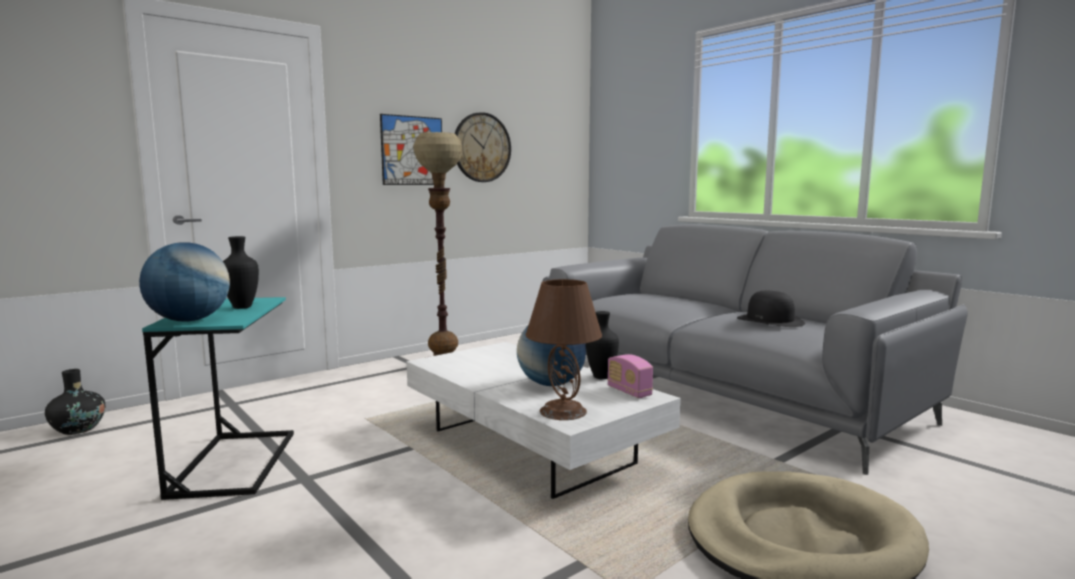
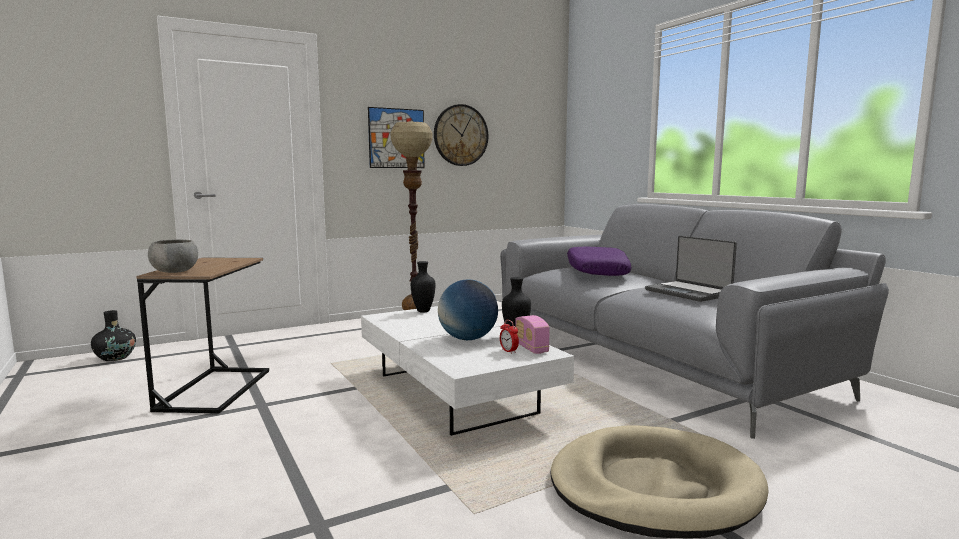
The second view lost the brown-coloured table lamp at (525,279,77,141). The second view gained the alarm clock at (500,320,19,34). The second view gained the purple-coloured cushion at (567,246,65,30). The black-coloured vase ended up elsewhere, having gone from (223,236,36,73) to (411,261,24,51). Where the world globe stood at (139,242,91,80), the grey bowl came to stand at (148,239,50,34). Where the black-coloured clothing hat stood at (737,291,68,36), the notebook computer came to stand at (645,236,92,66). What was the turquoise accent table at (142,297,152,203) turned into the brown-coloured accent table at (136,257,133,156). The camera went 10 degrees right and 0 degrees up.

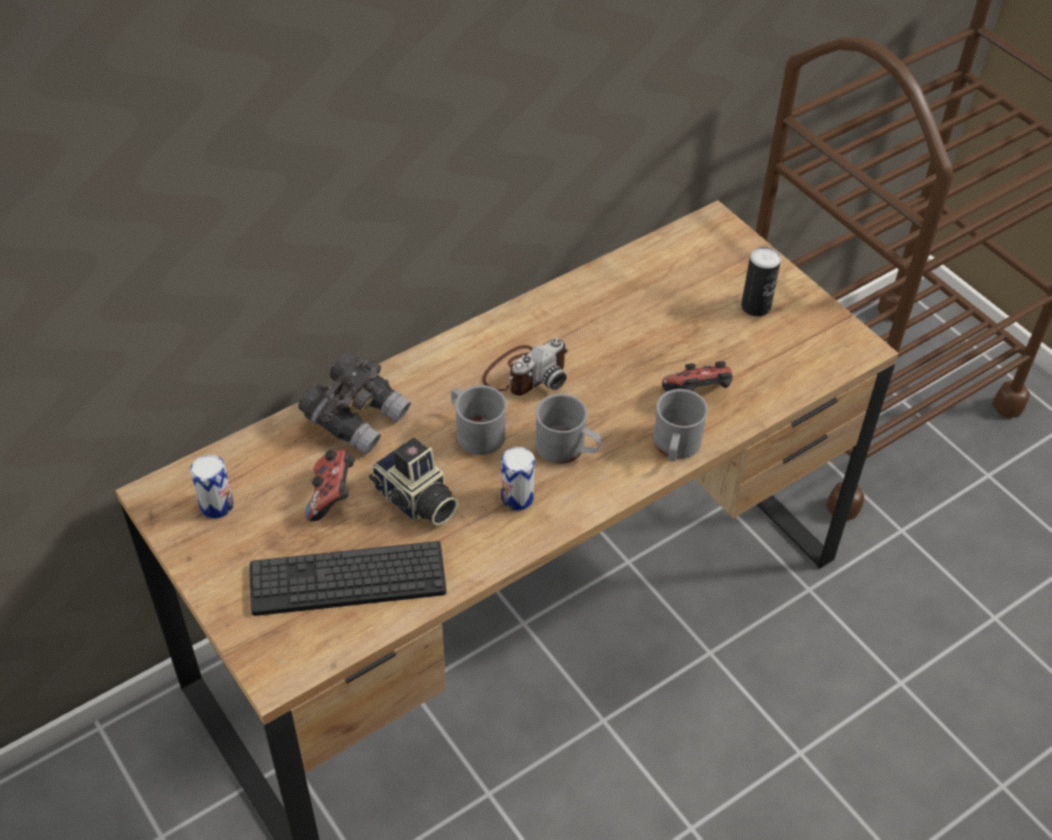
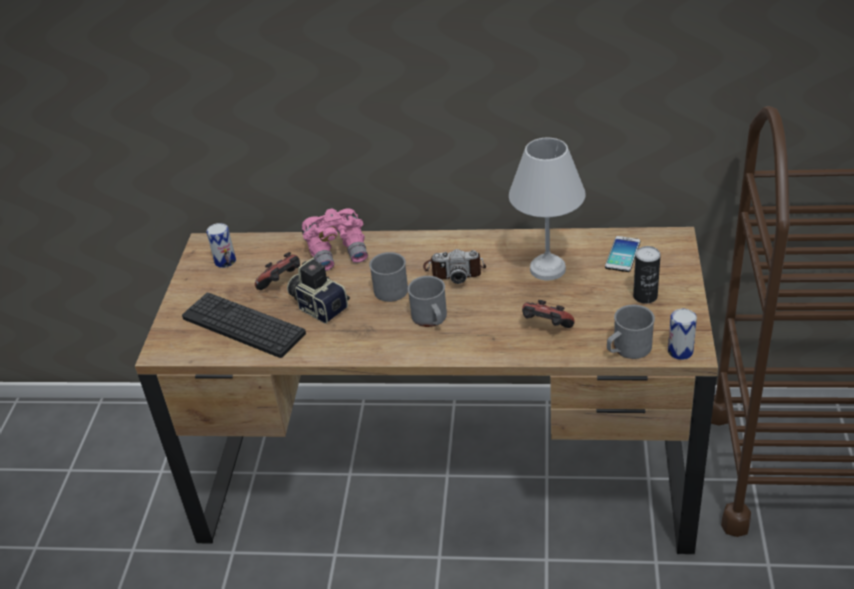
The second view gained the white table lamp at (509,137,77,143). The second view gained the handset at (605,236,35,36). The can ended up elsewhere, having gone from (501,447,34,64) to (668,309,29,51). The grey tea mug ended up elsewhere, having gone from (653,389,55,72) to (607,305,48,54). What was the grey pair of binoculars at (298,352,113,103) turned into the pink-coloured pair of binoculars at (302,208,66,63). The photo camera at (369,438,90,88) ended up facing another way, 135 degrees clockwise from before. The camera went 45 degrees right and 10 degrees down.

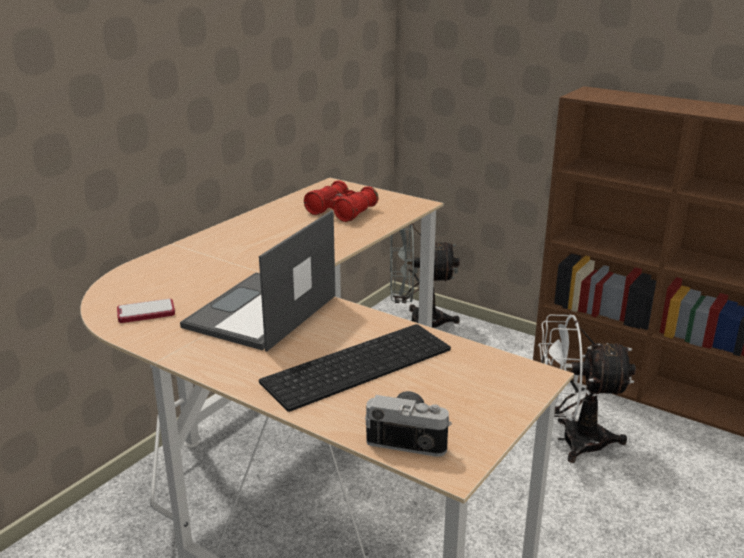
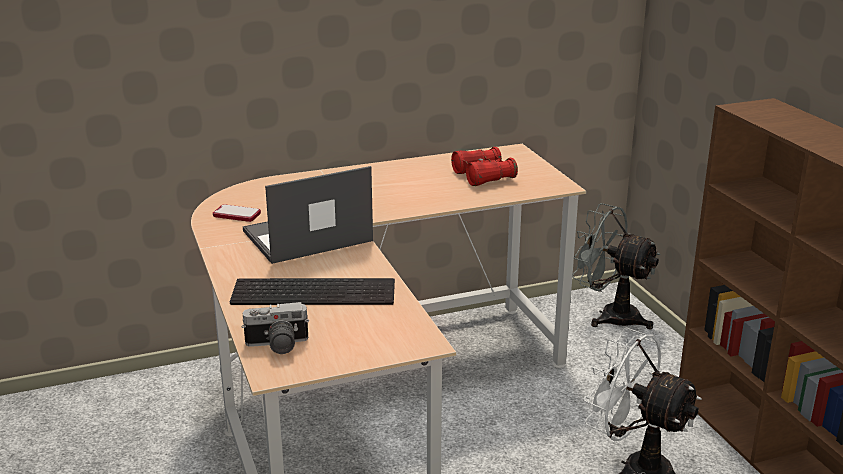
The photo camera at (365,391,87,66) ended up facing another way, 120 degrees clockwise from before. The camera went 35 degrees right and 0 degrees up.

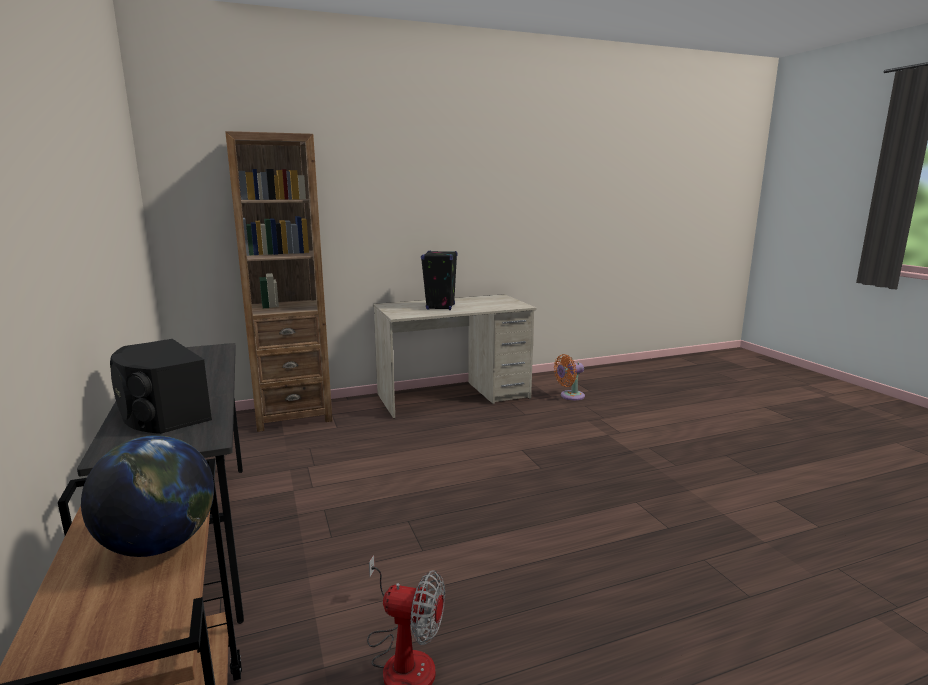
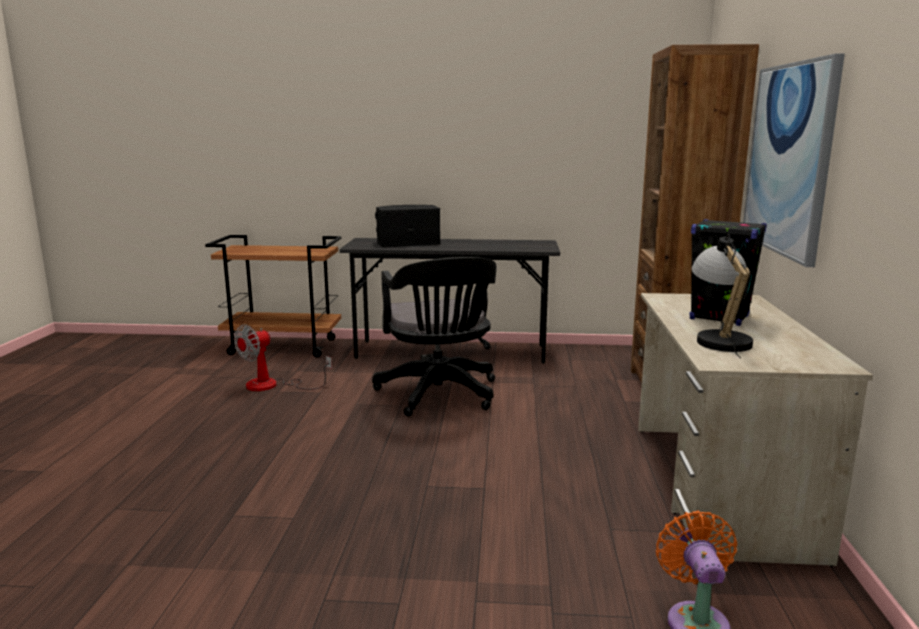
The second view lost the world globe at (81,435,133,122). The second view gained the black-coloured computer chair at (372,257,125,159). The second view gained the table lamp at (692,234,61,125). The second view gained the wall picture at (743,53,102,214). The camera went 115 degrees right and 0 degrees up.

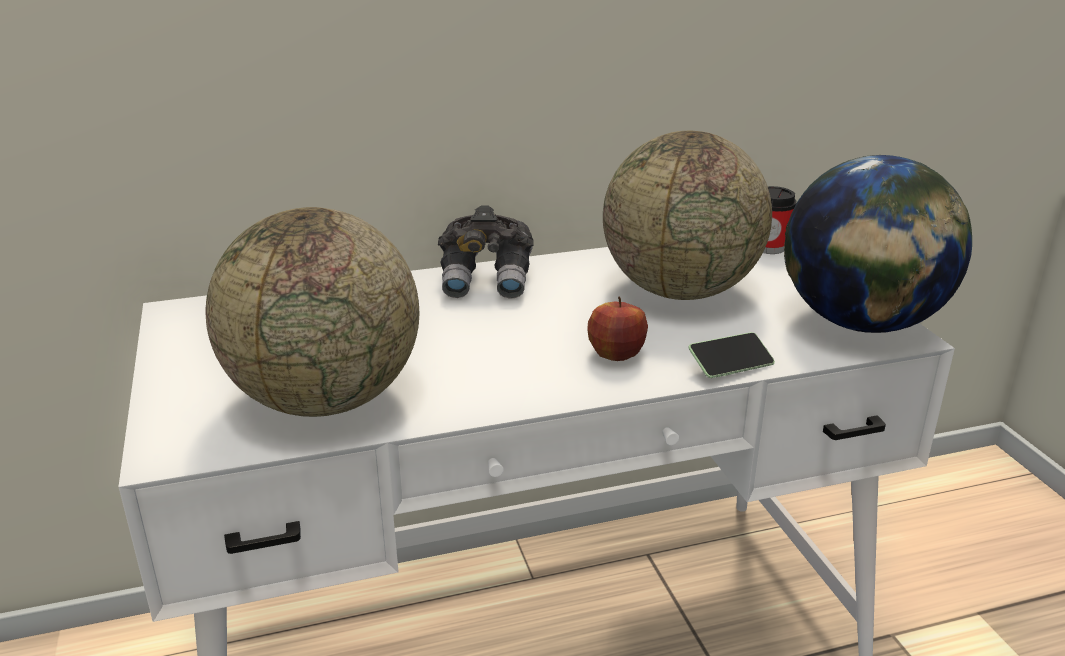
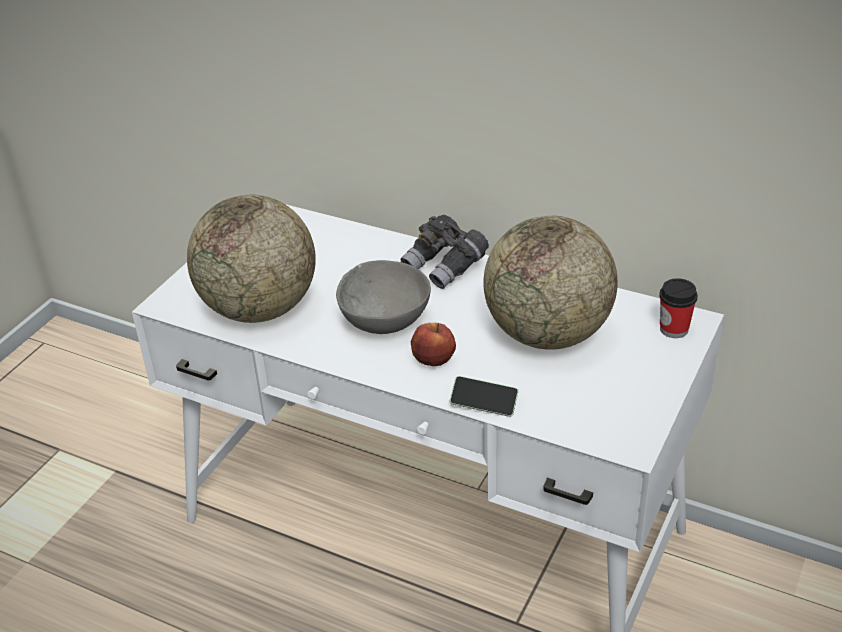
The second view lost the world globe at (784,155,188,178). The second view gained the grey bowl at (336,260,95,74). The camera went 45 degrees right and 10 degrees up.

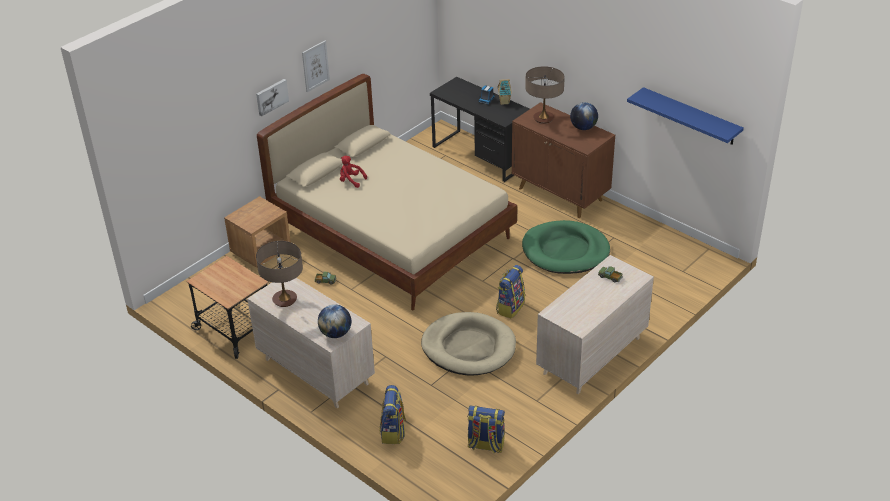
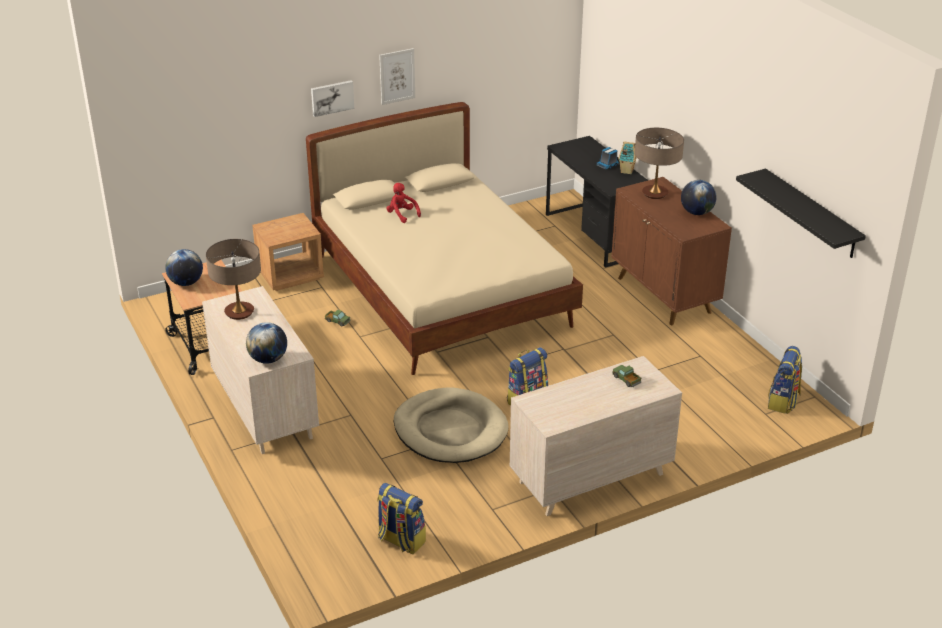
The second view lost the greenish dog bed at (522,220,88,54). The second view gained the world globe at (165,249,38,37). The rucksack ended up elsewhere, having gone from (380,385,27,59) to (768,346,34,68). What was the blue-coloured shelf at (627,87,117,58) turned into the black-coloured shelf at (736,169,130,89). The camera went 20 degrees right and 5 degrees down.

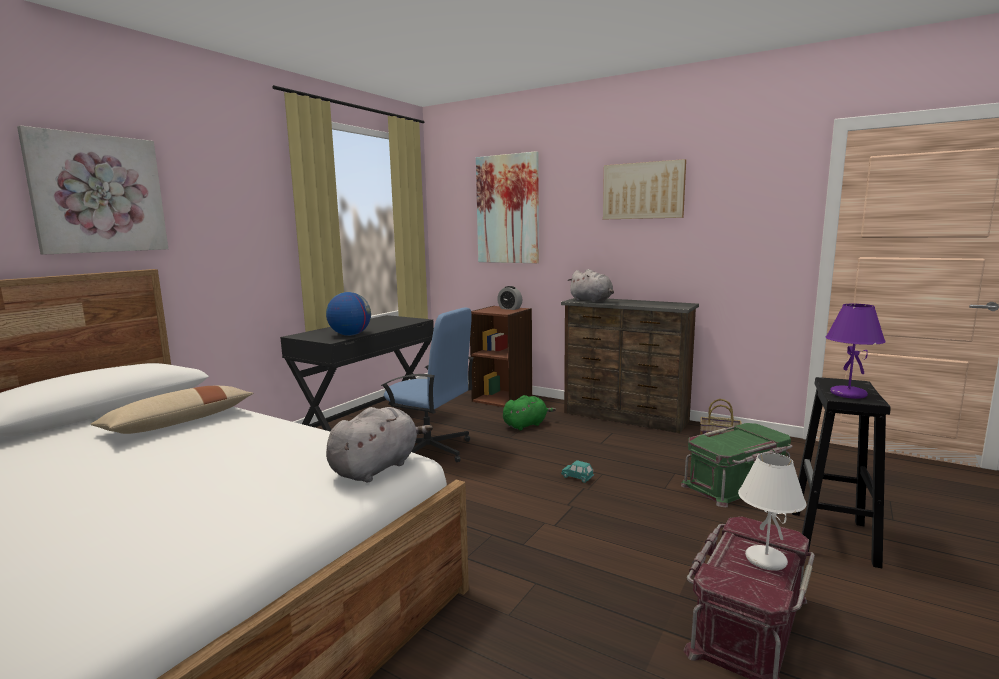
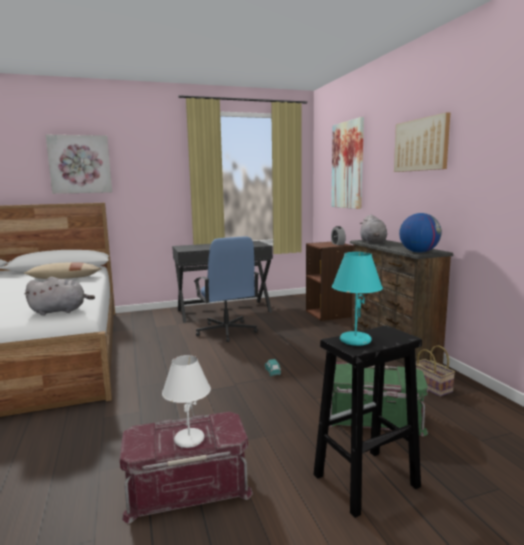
The second view lost the greenish soft toy at (503,395,53,35). The world globe ended up elsewhere, having gone from (326,292,45,44) to (399,213,42,40). What was the purple-coloured table lamp at (826,304,60,95) turned into the turquoise table lamp at (332,252,51,94). The camera went 40 degrees right and 0 degrees up.

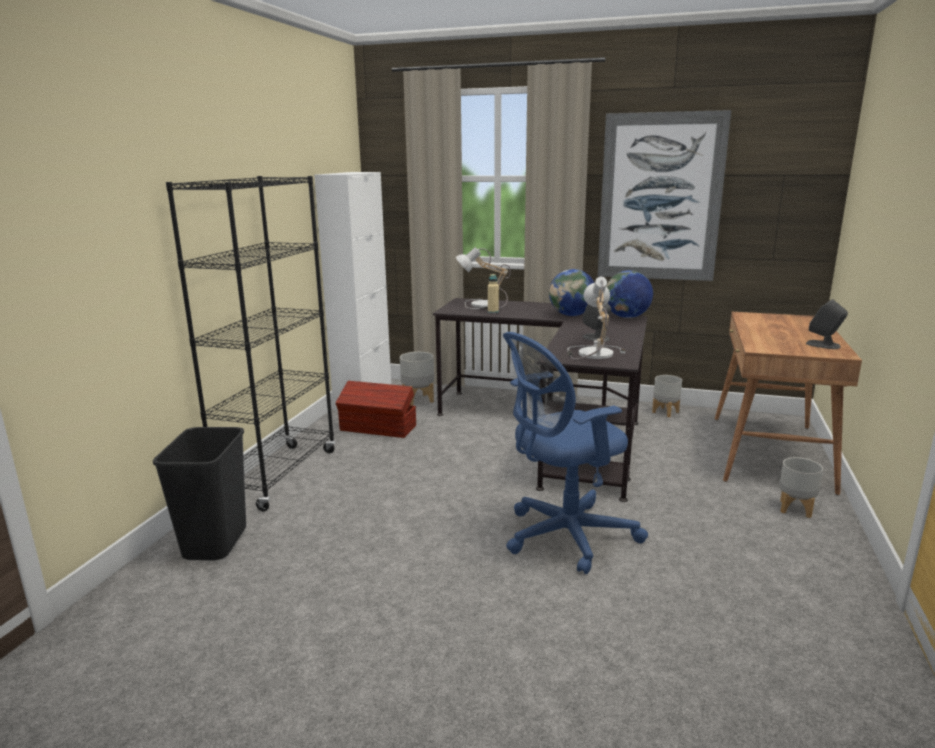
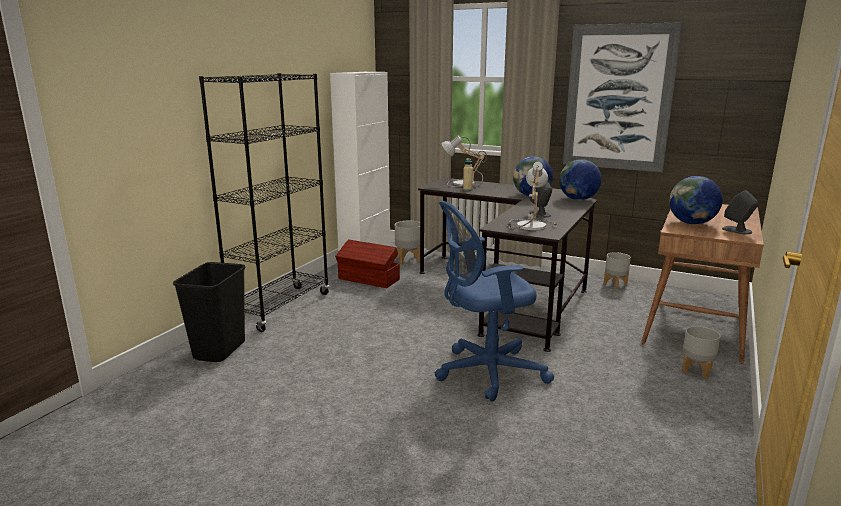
The second view gained the world globe at (669,176,54,48). The camera went 10 degrees right and 0 degrees up.

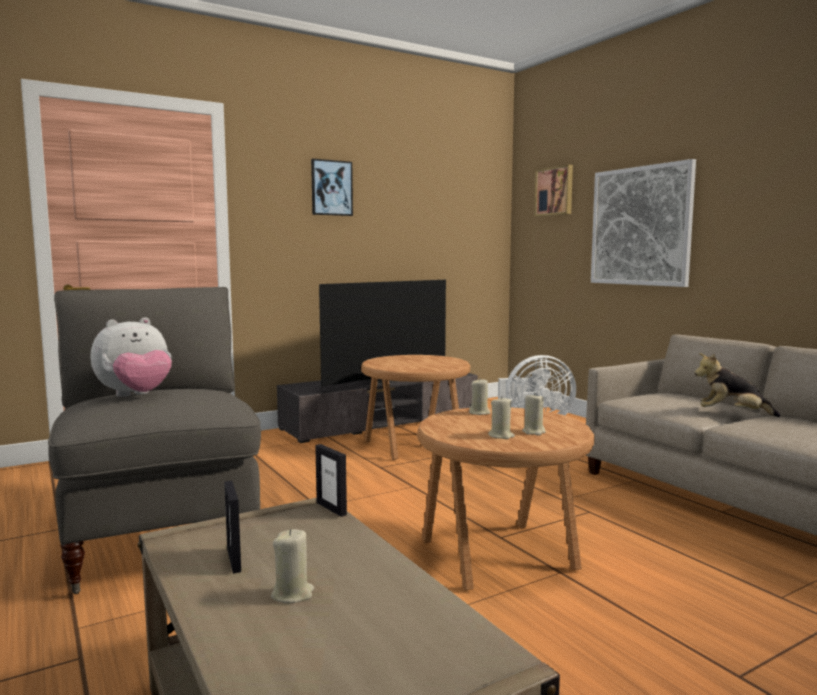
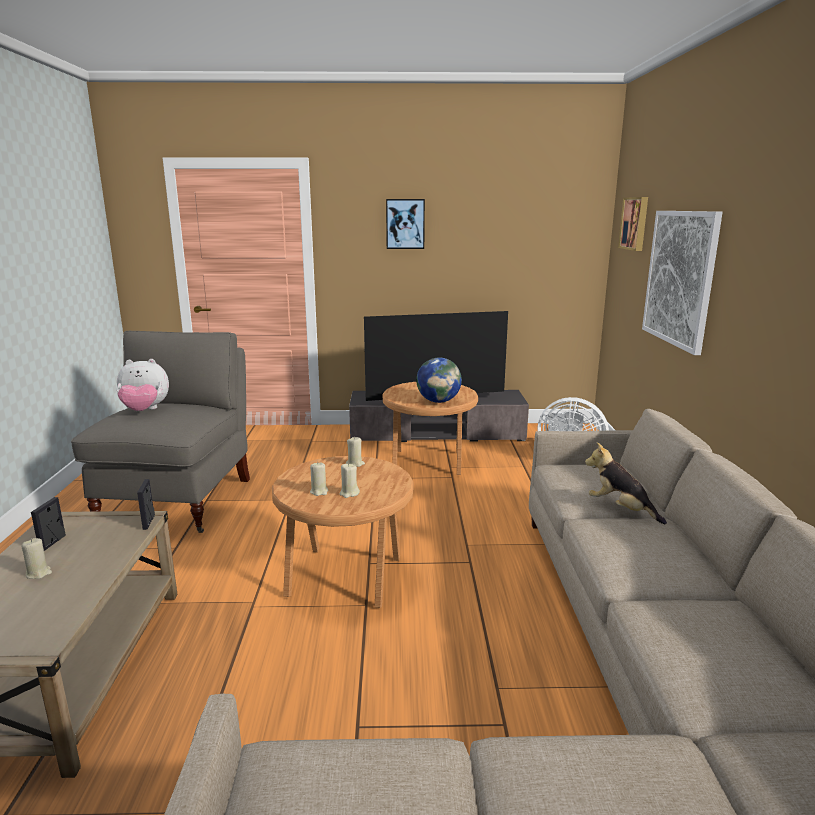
The second view gained the world globe at (416,357,46,46). The camera went 30 degrees right and 10 degrees up.

